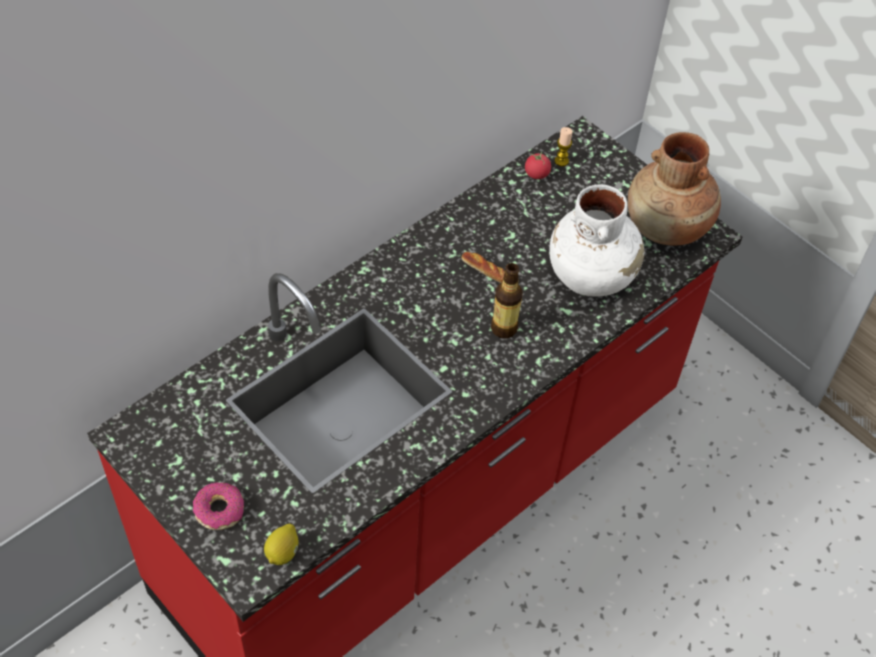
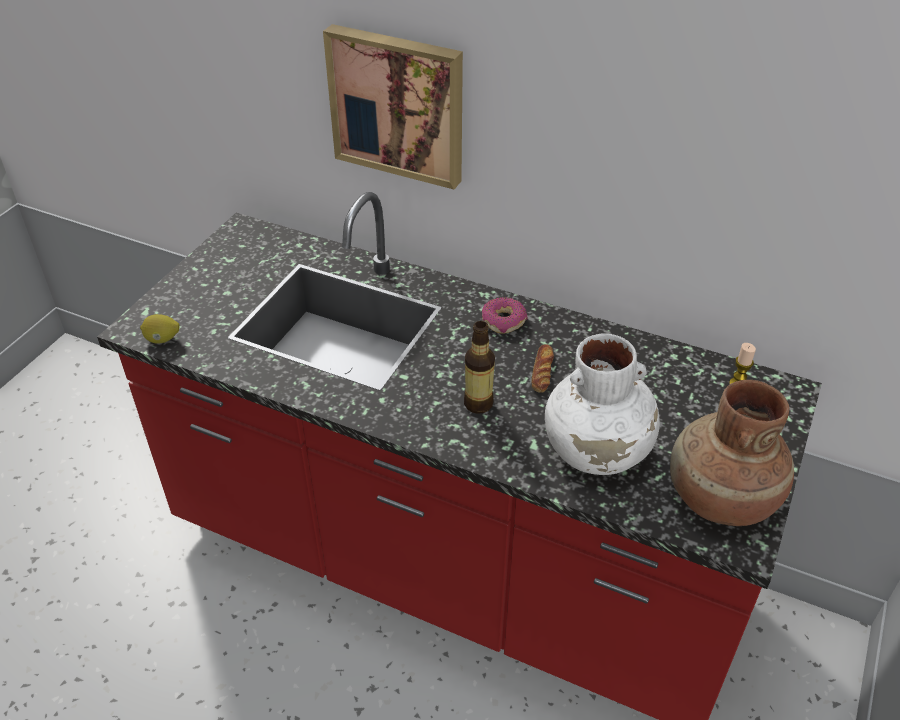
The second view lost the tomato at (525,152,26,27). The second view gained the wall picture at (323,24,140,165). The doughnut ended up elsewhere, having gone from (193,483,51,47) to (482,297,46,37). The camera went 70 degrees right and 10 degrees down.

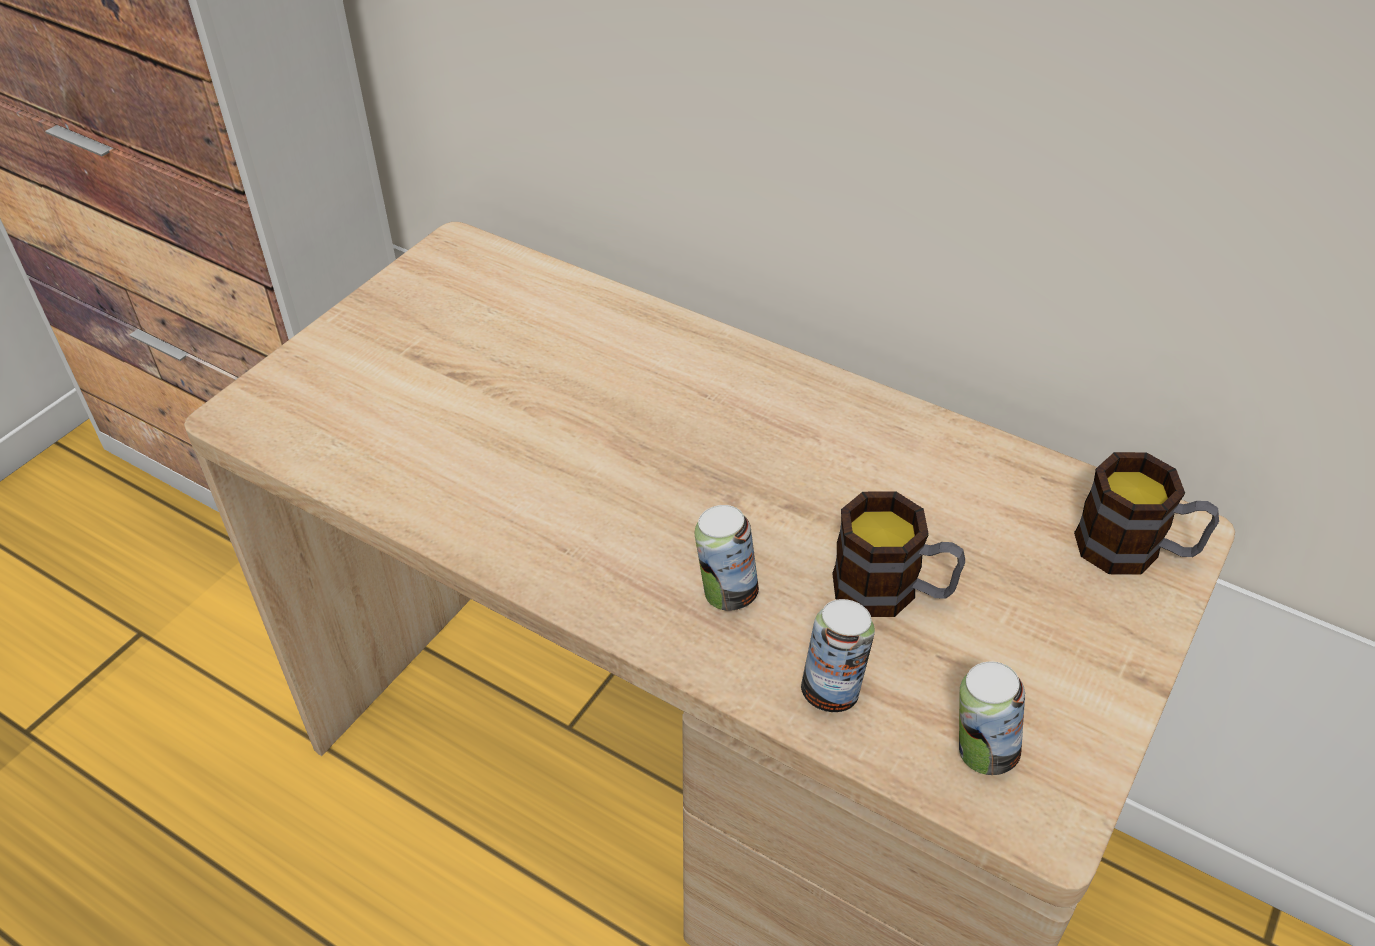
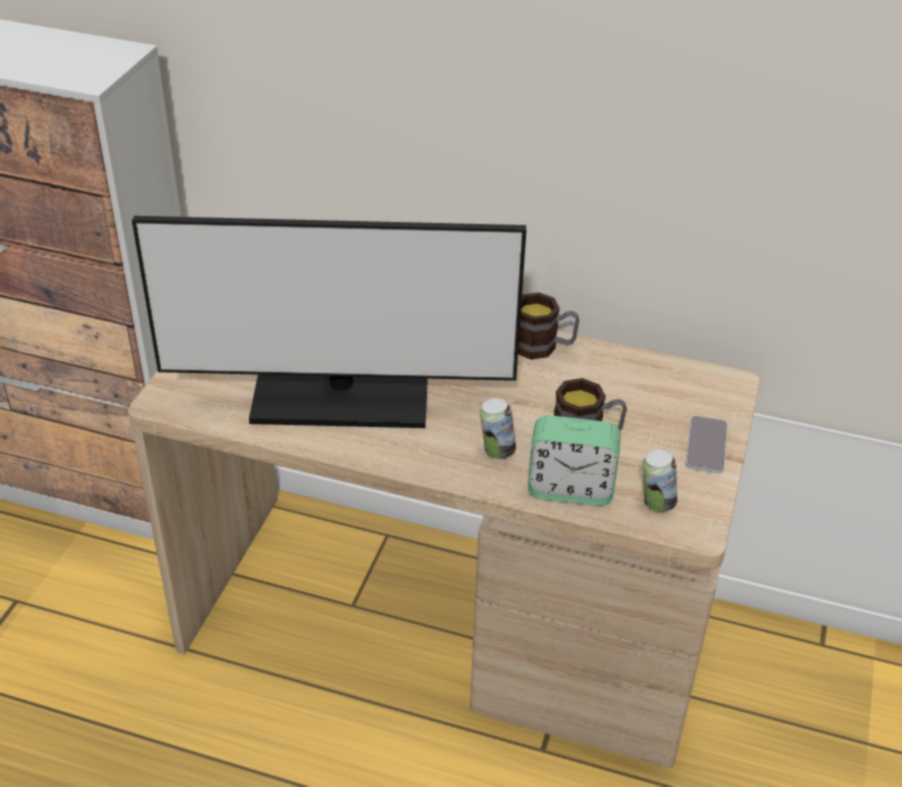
The second view gained the monitor at (132,216,394,212). The second view gained the handset at (685,416,43,57). The tea mug ended up elsewhere, having gone from (1074,452,145,123) to (518,292,61,68). Where the can stood at (801,599,74,113), the alarm clock came to stand at (528,415,93,91). The camera went 15 degrees left and 5 degrees down.

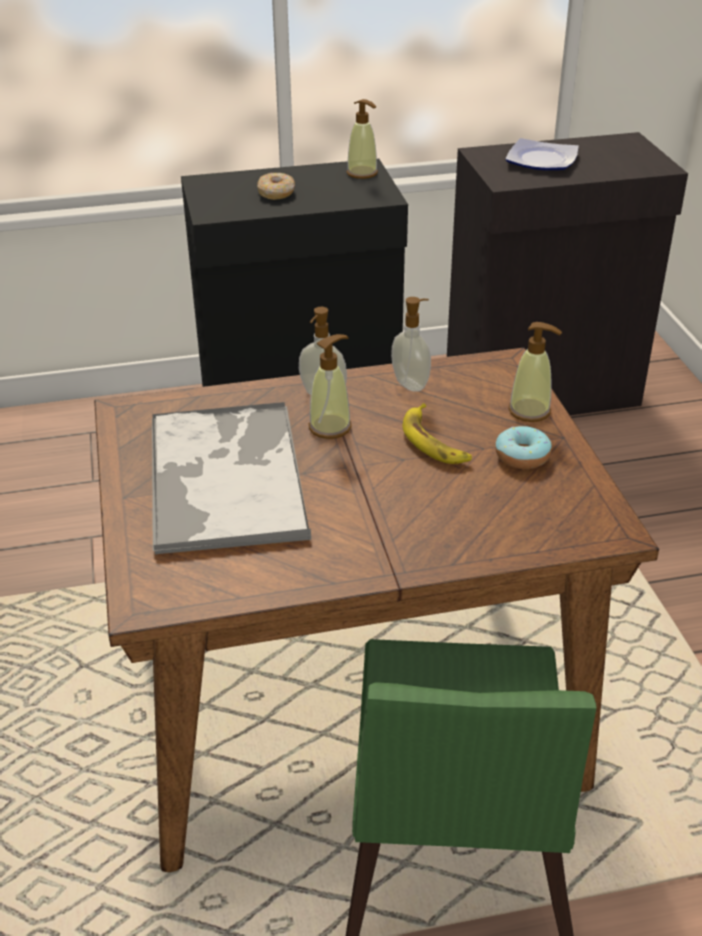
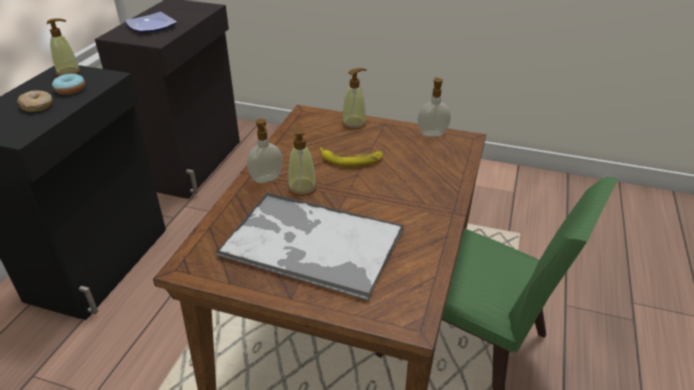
The liquid soap bottle ended up elsewhere, having gone from (391,297,40,95) to (418,77,33,59). The doughnut ended up elsewhere, having gone from (495,426,57,43) to (52,74,33,21). The camera went 60 degrees left and 0 degrees up.

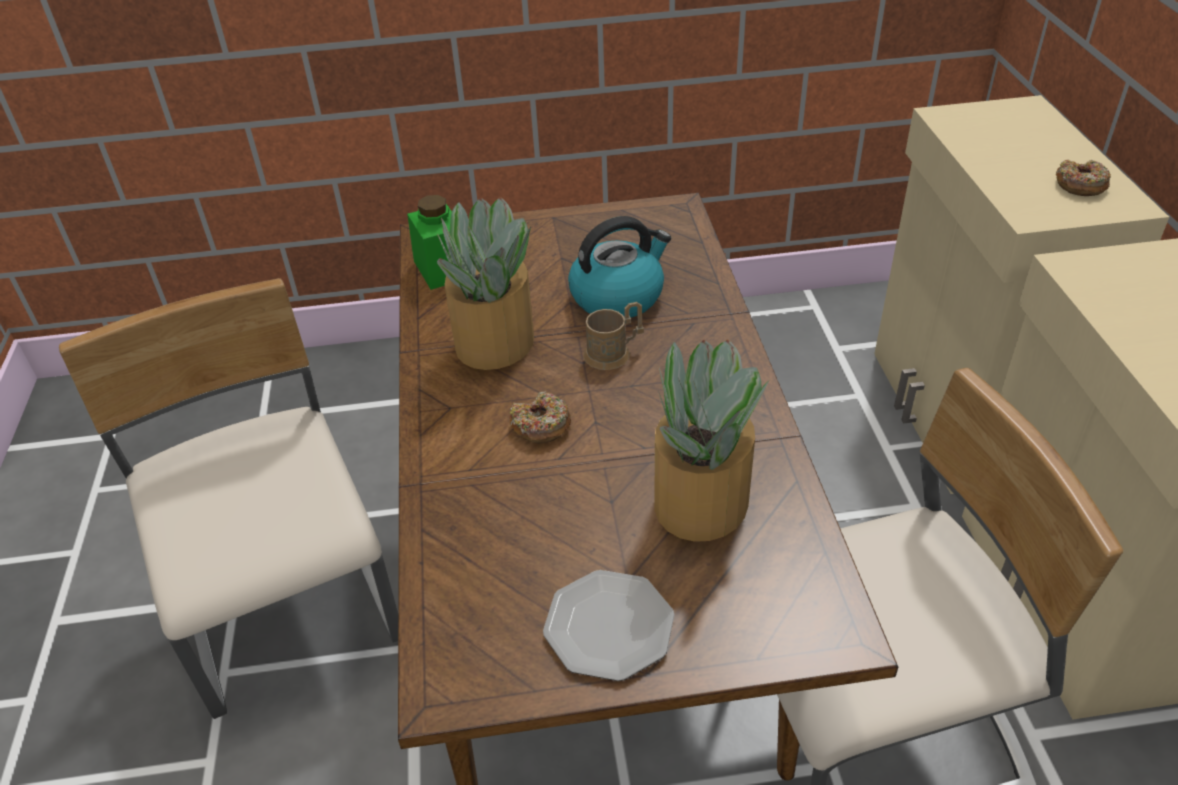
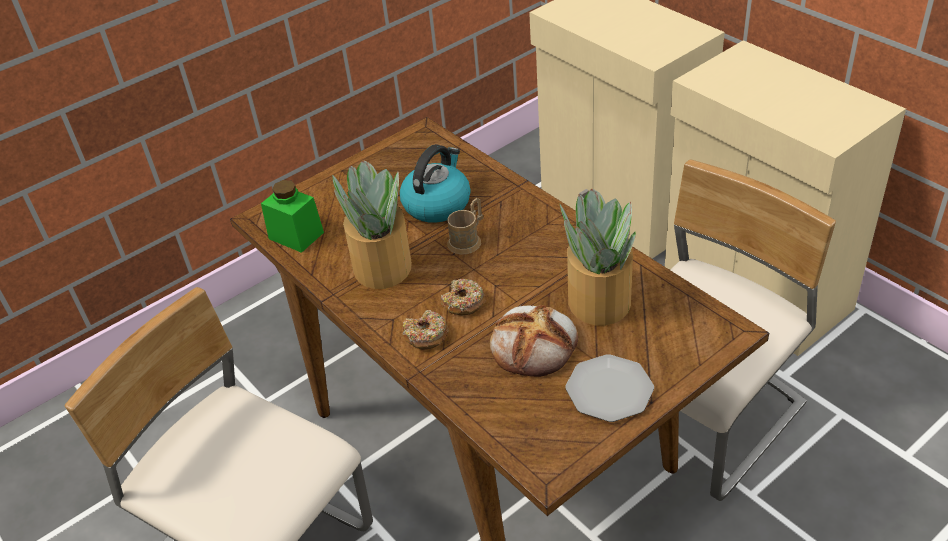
The second view gained the baked bread at (490,305,88,72). The doughnut ended up elsewhere, having gone from (1056,159,55,37) to (402,310,47,39). The camera went 30 degrees left and 0 degrees up.

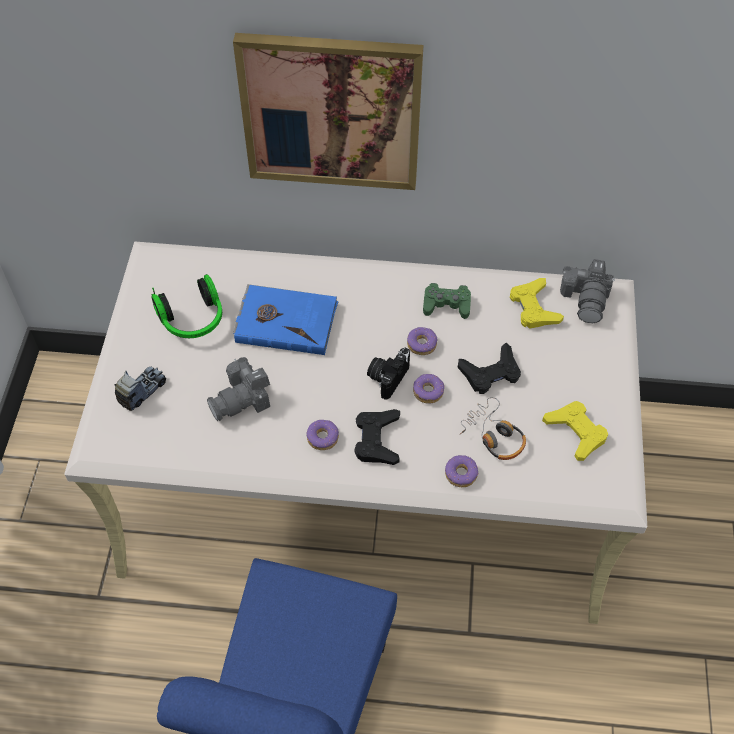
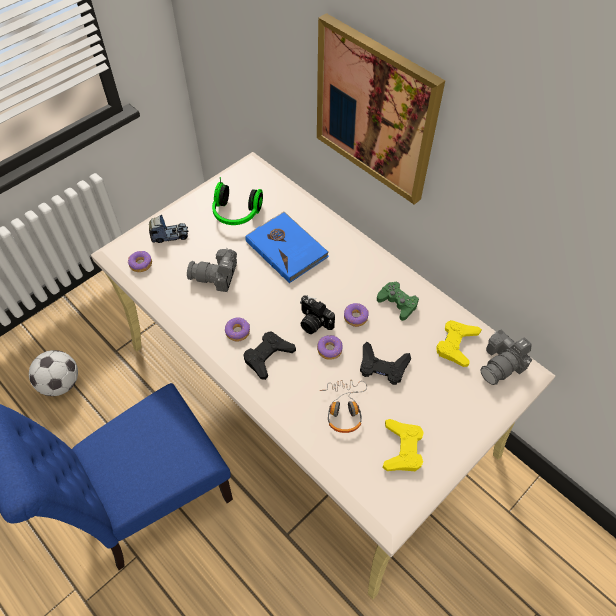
The second view gained the football ball at (29,350,49,46). The doughnut ended up elsewhere, having gone from (445,455,34,32) to (128,251,24,21). The photo camera at (367,348,43,52) ended up facing another way, 120 degrees counterclockwise from before. The camera went 40 degrees right and 0 degrees up.

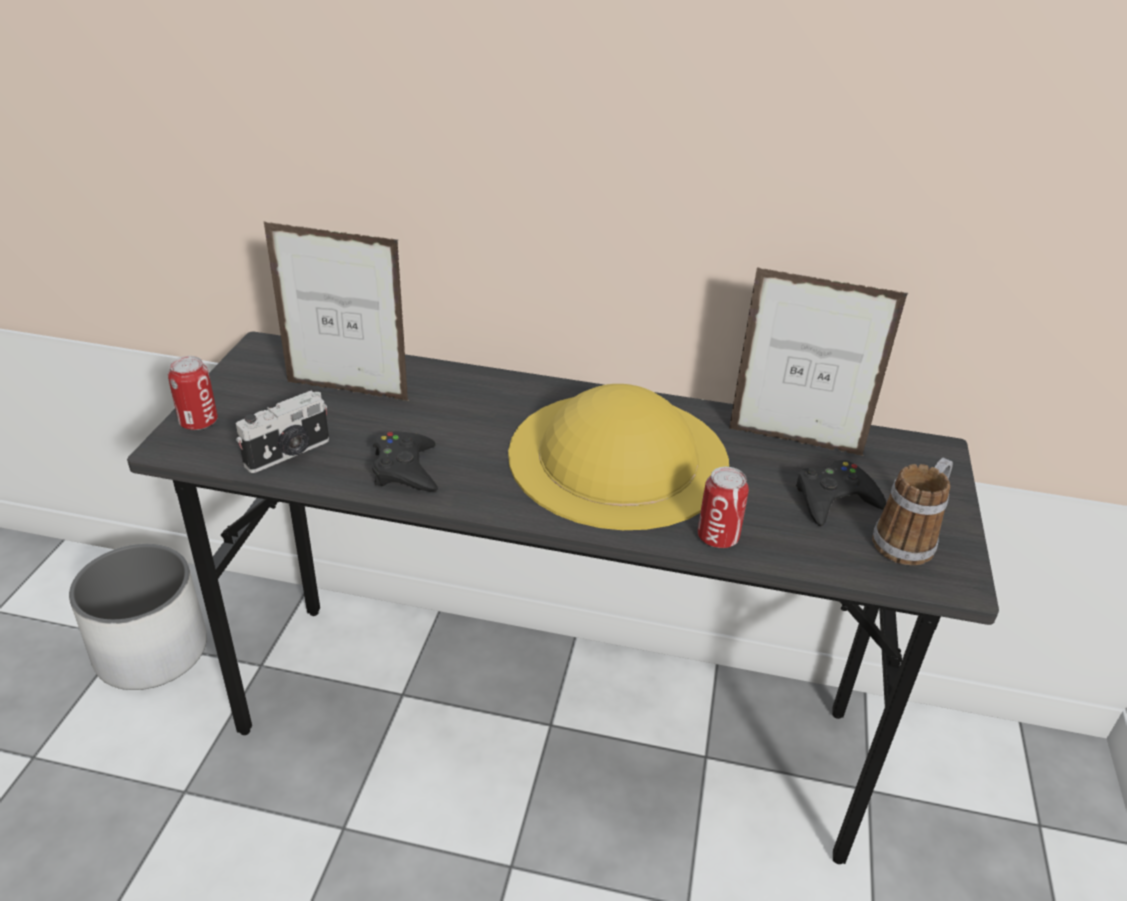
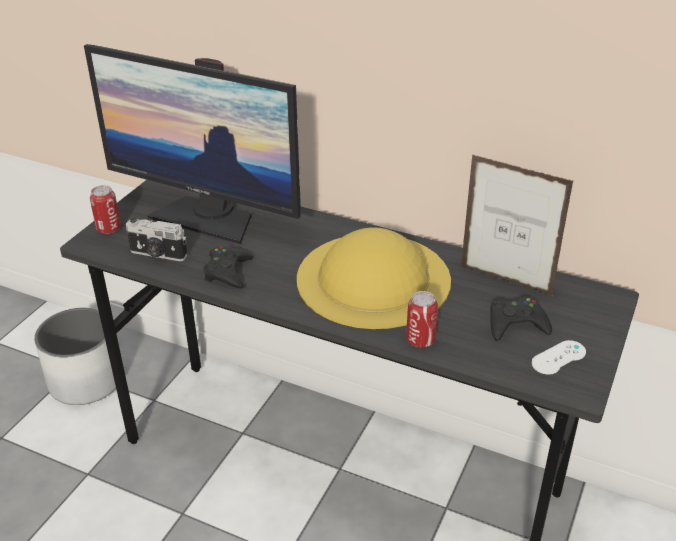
Where the standing frame stood at (264,222,145,179), the monitor came to stand at (84,44,217,200). Where the tea mug stood at (872,458,81,107), the white game controller came to stand at (531,340,55,35). The photo camera at (236,390,93,83) ended up facing another way, 45 degrees clockwise from before. The camera went 15 degrees right and 0 degrees up.

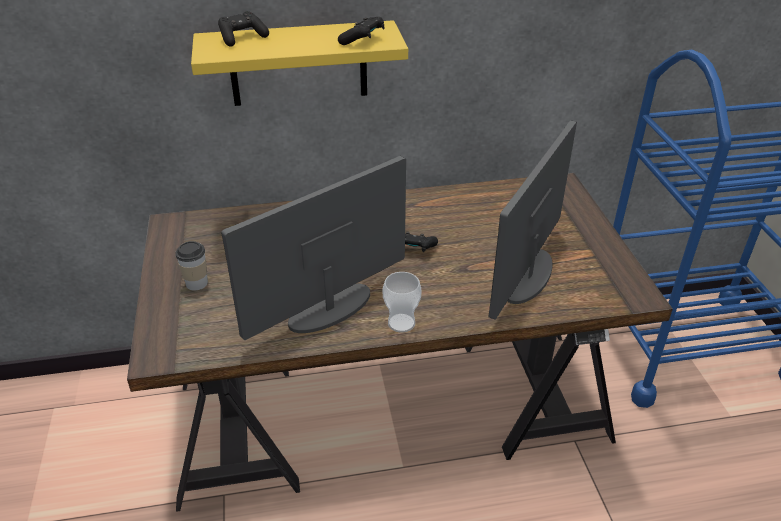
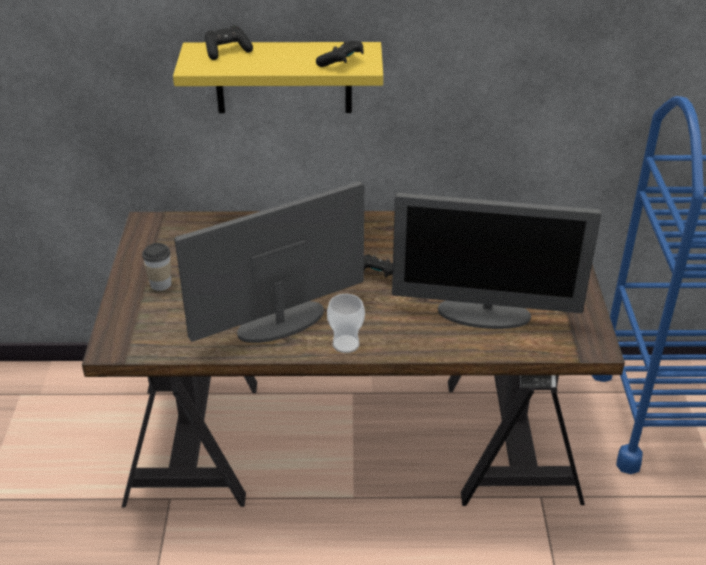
The monitor at (488,120,89,200) ended up facing another way, 120 degrees counterclockwise from before. The camera went 10 degrees right and 0 degrees up.

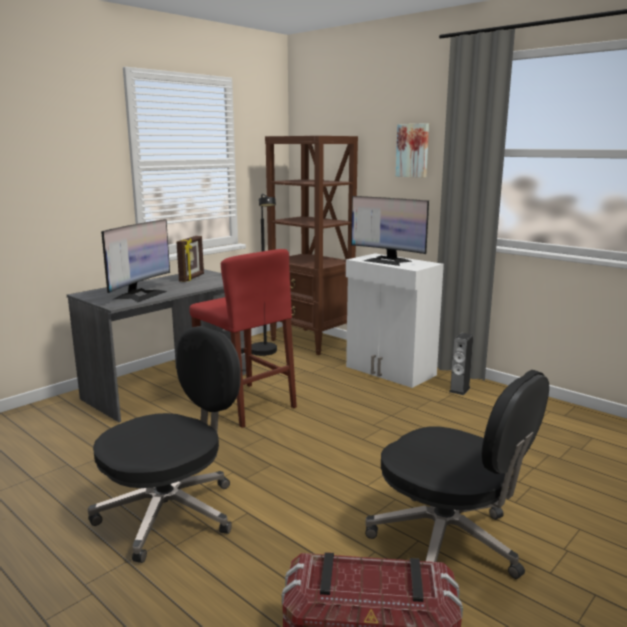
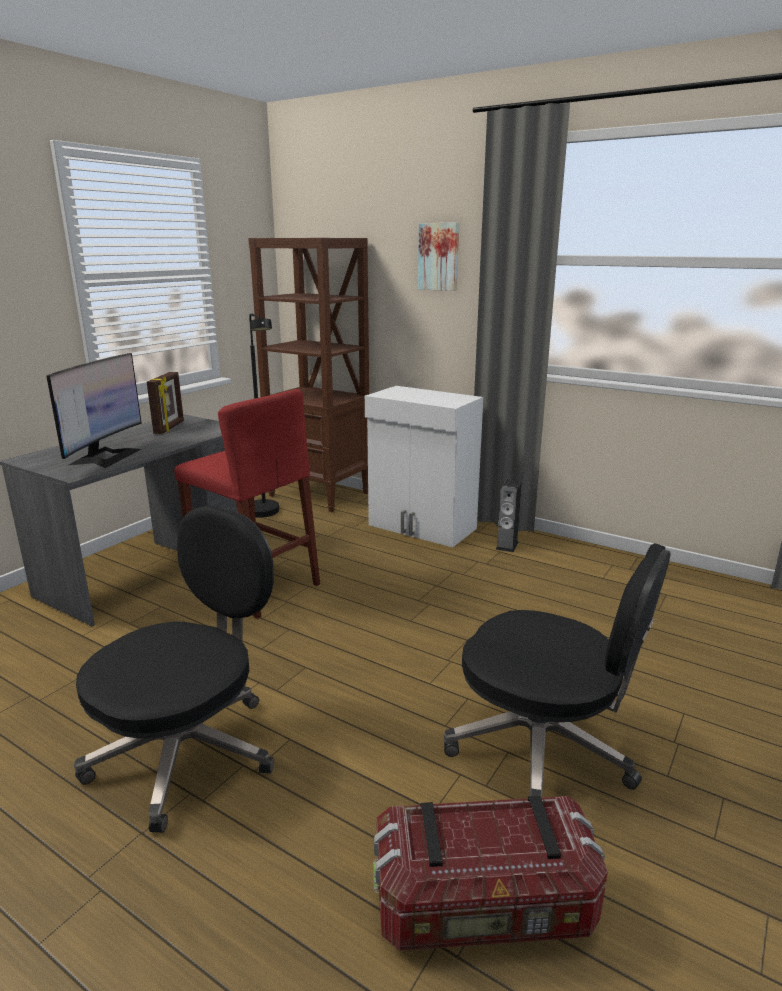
The second view lost the monitor at (351,196,78,70). The camera went 10 degrees left and 5 degrees up.

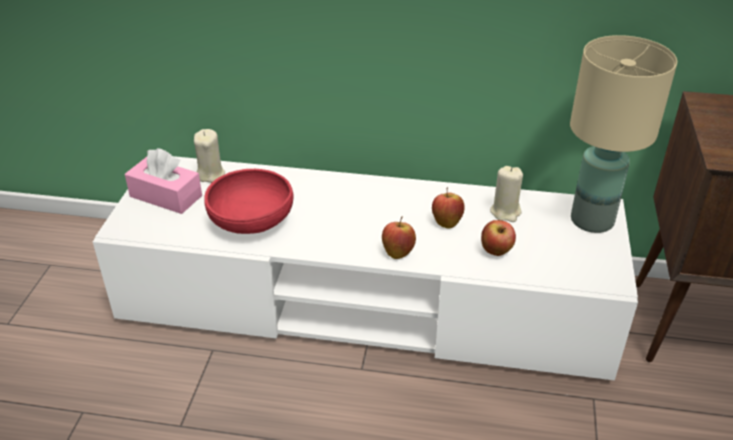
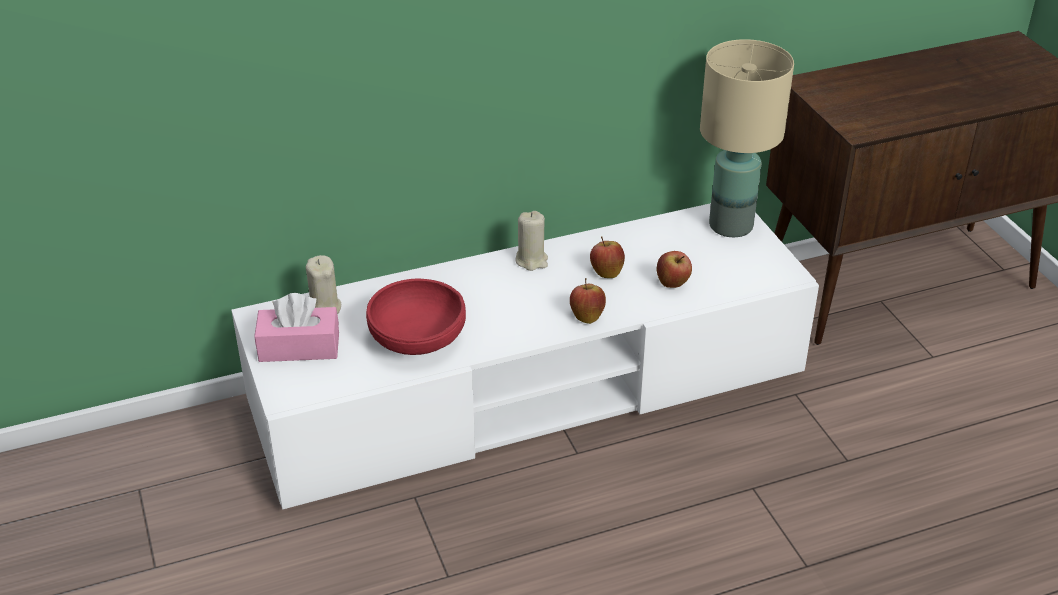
The sand-coloured wax candle ended up elsewhere, having gone from (490,166,33,56) to (515,211,33,60). The camera went 30 degrees left and 0 degrees up.

